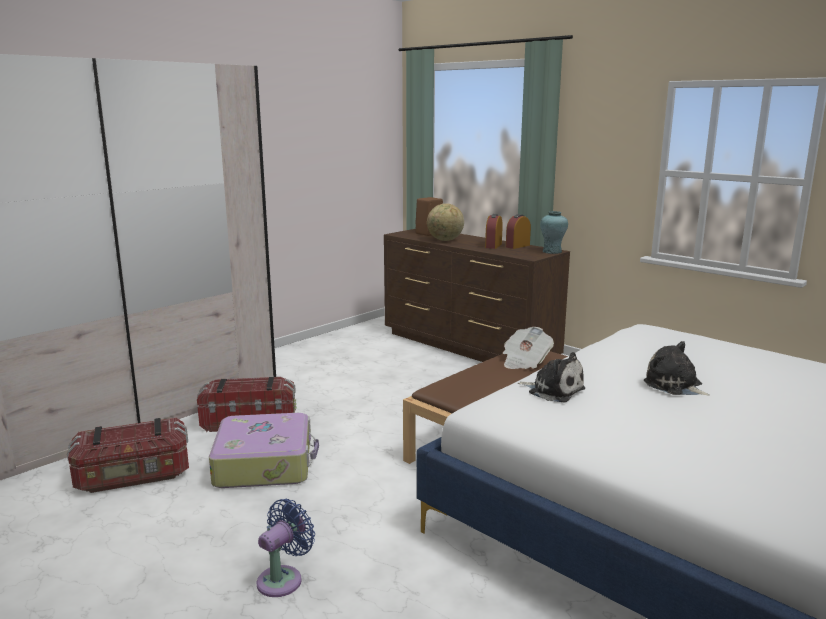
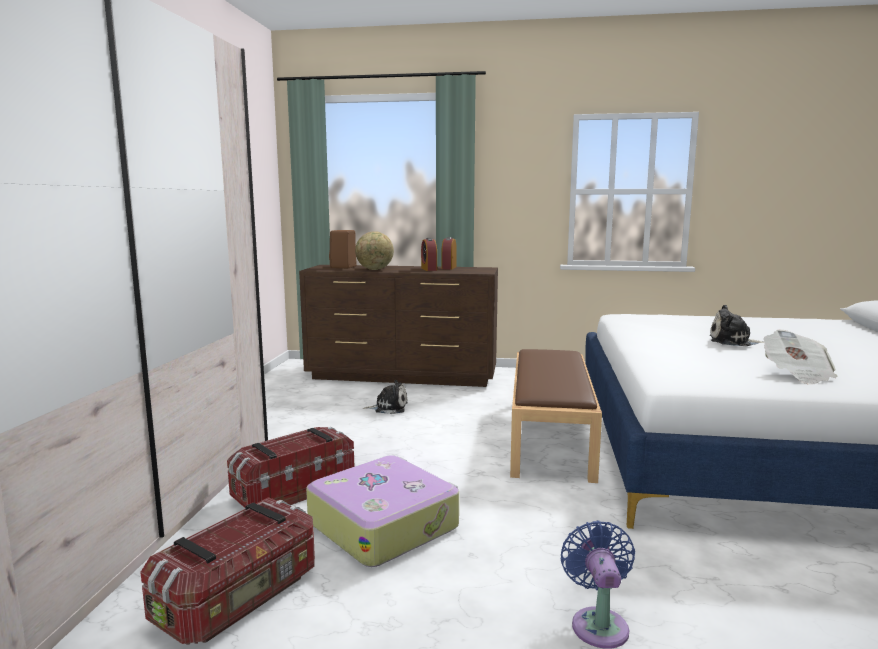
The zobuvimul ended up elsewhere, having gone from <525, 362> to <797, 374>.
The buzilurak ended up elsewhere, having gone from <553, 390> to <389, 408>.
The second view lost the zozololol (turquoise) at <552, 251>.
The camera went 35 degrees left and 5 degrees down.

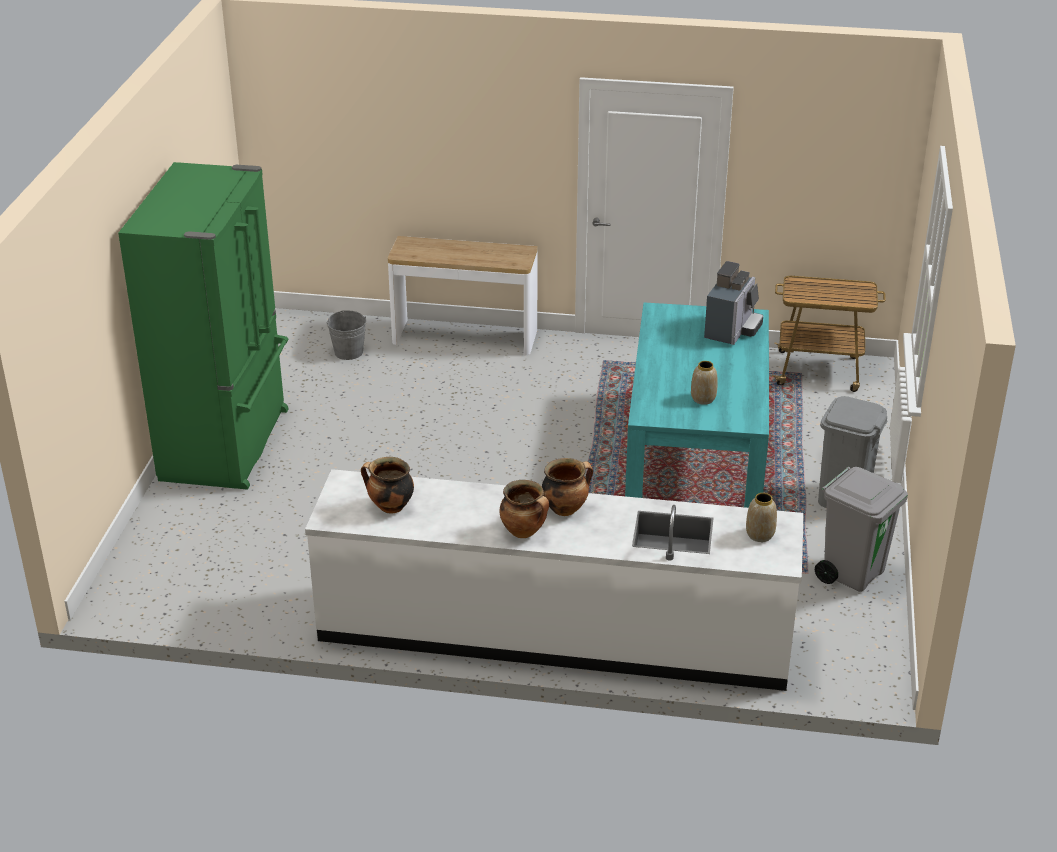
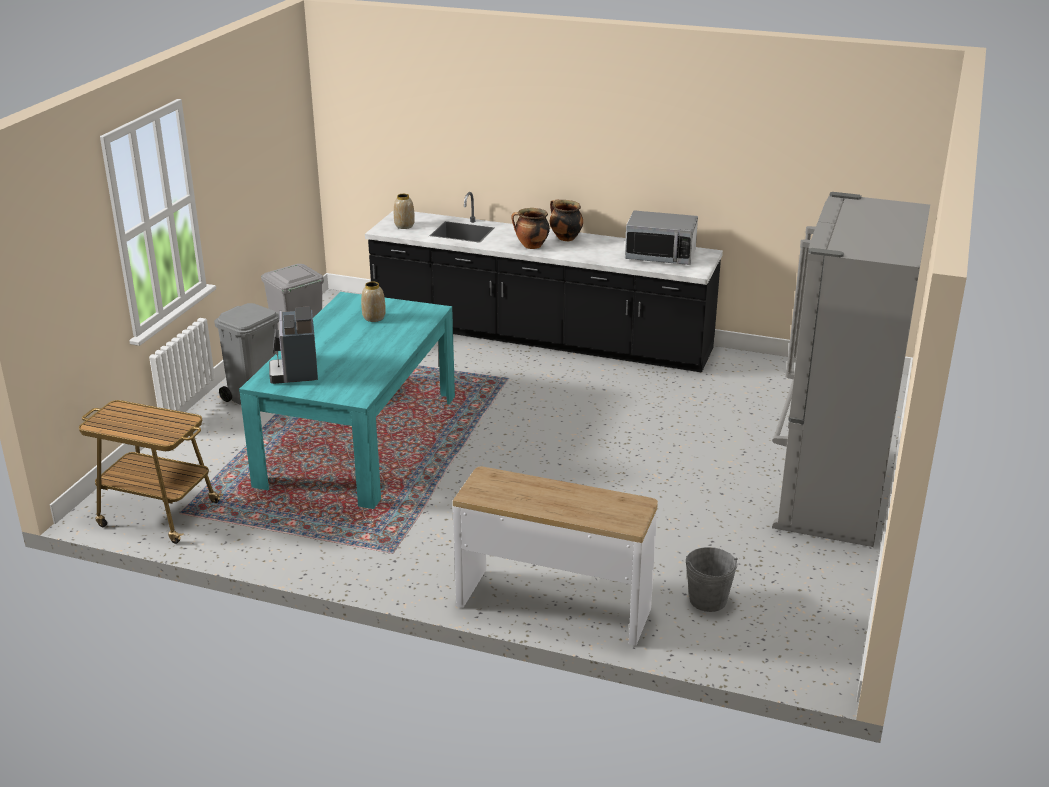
What was the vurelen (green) at <228, 444> turned into the vurelen (grey) at <828, 496>.
What was the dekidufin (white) at <554, 633> turned into the dekidufin (black) at <540, 337>.
Where the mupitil stood at <390, 507>, the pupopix came to stand at <660, 256>.
The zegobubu at <732, 330> ended up facing another way, 45 degrees counterclockwise from before.
The camera went 170 degrees left and 5 degrees down.

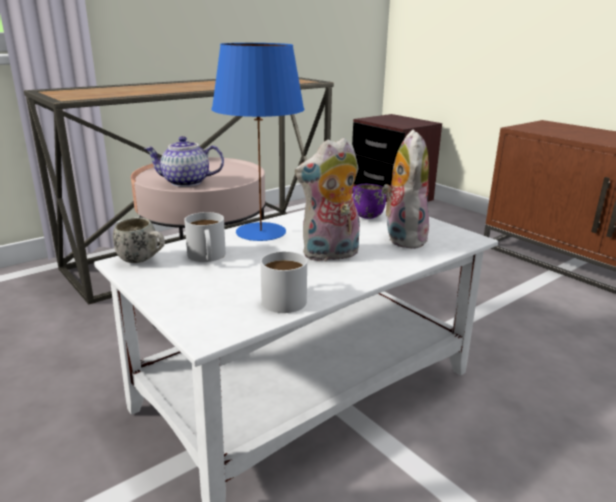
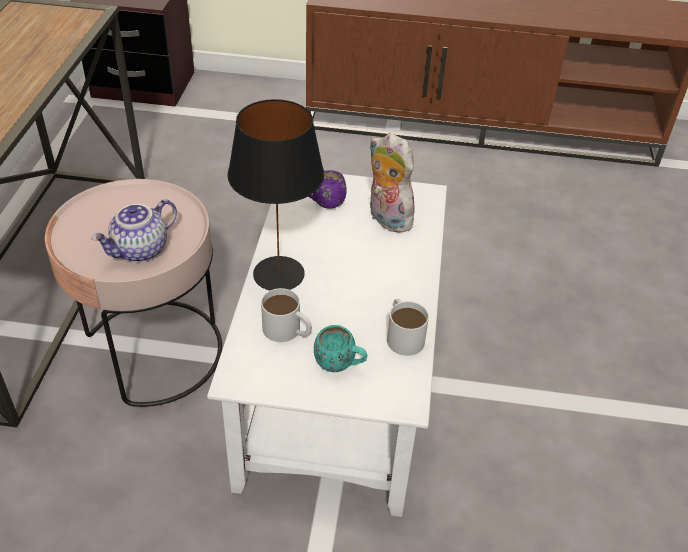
The second view lost the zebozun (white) at <143, 261>.
What was the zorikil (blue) at <261, 231> turned into the zorikil (black) at <278, 273>.
The second view lost the buzilurak at <330, 255>.
The second view gained the zebozun (turquoise) at <340, 365>.
The camera went 45 degrees left and 20 degrees up.

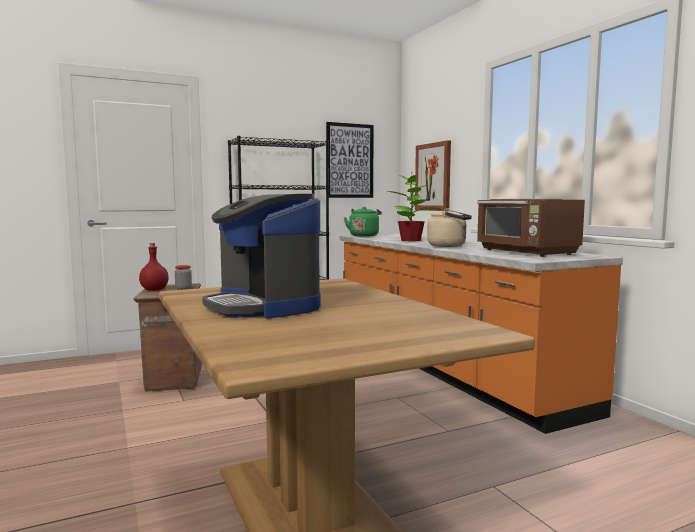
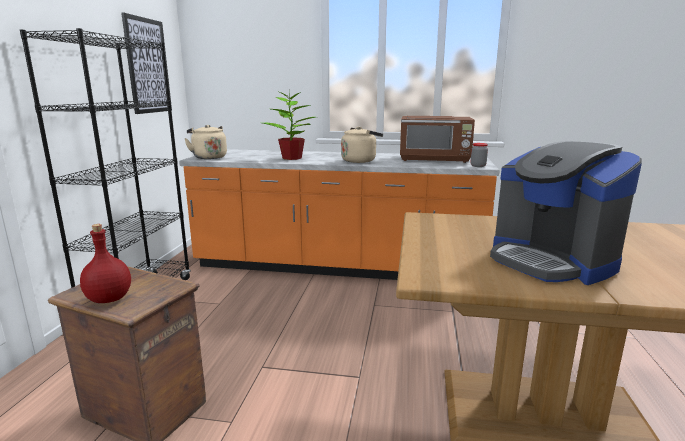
The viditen ended up elsewhere, having gone from <183, 289> to <478, 166>.
The zegobubu at <264, 306> ended up facing another way, 60 degrees clockwise from before.
What was the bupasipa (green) at <364, 235> turned into the bupasipa (beige) at <208, 157>.
The second view lost the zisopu at <433, 177>.
The camera went 55 degrees left and 10 degrees up.

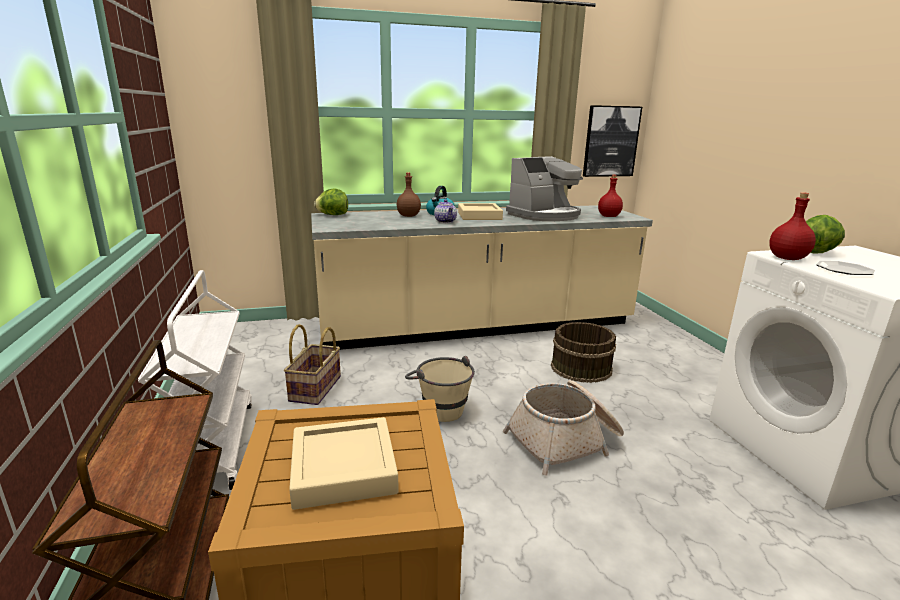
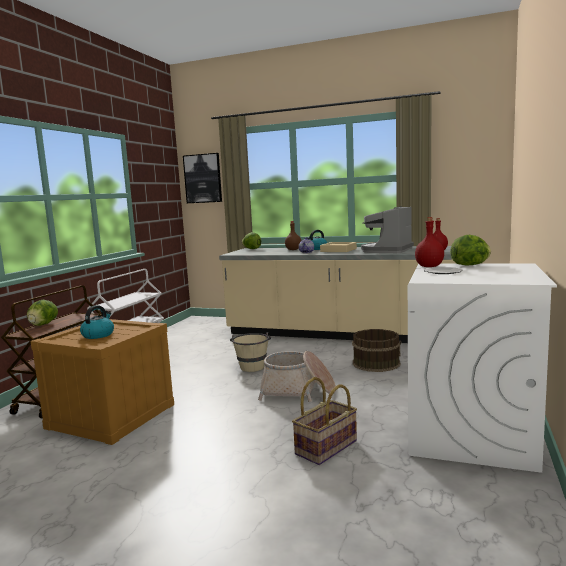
The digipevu ended up elsewhere, having gone from <316, 389> to <327, 448>.
Where the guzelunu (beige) stood at <343, 469>, the bupasipa came to stand at <98, 335>.
The zegobubu at <544, 215> ended up facing another way, 120 degrees clockwise from before.
The zisopu ended up elsewhere, having gone from <610, 141> to <203, 178>.
The second view gained the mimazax at <43, 324>.
The camera went 35 degrees right and 10 degrees down.

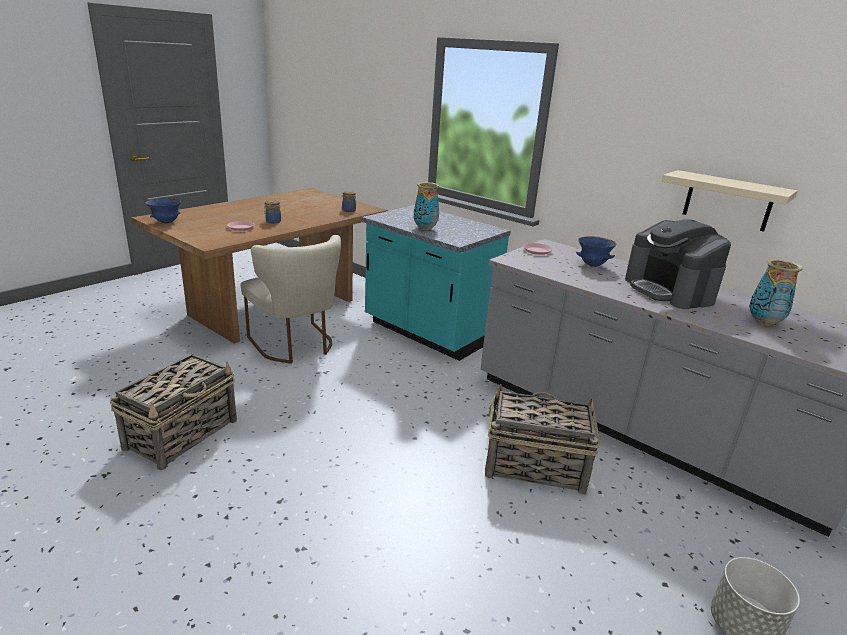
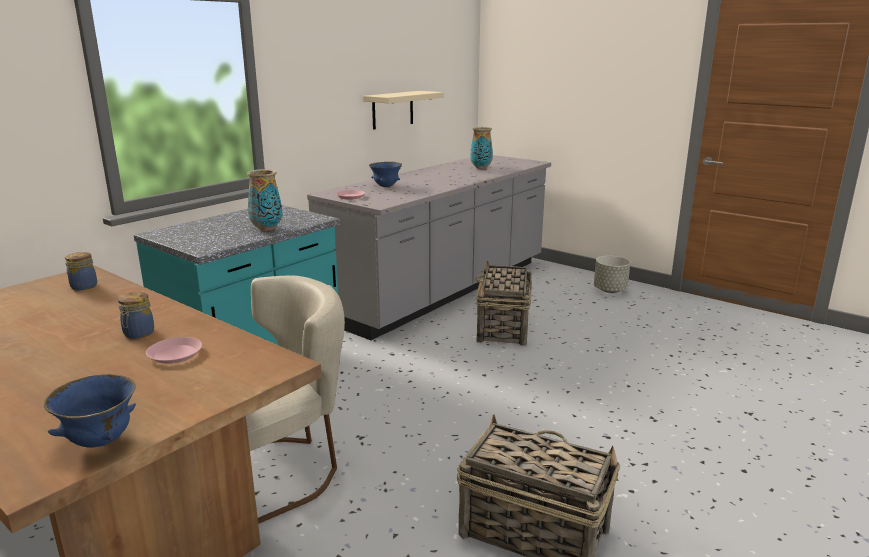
The second view lost the zegobubu at <669, 290>.
The camera went 90 degrees left and 5 degrees down.

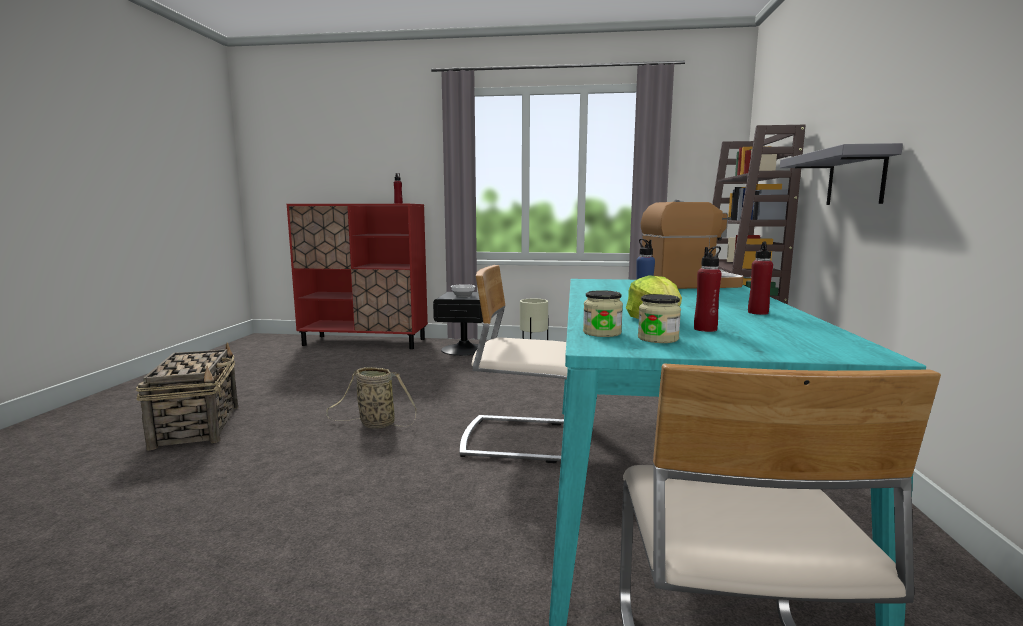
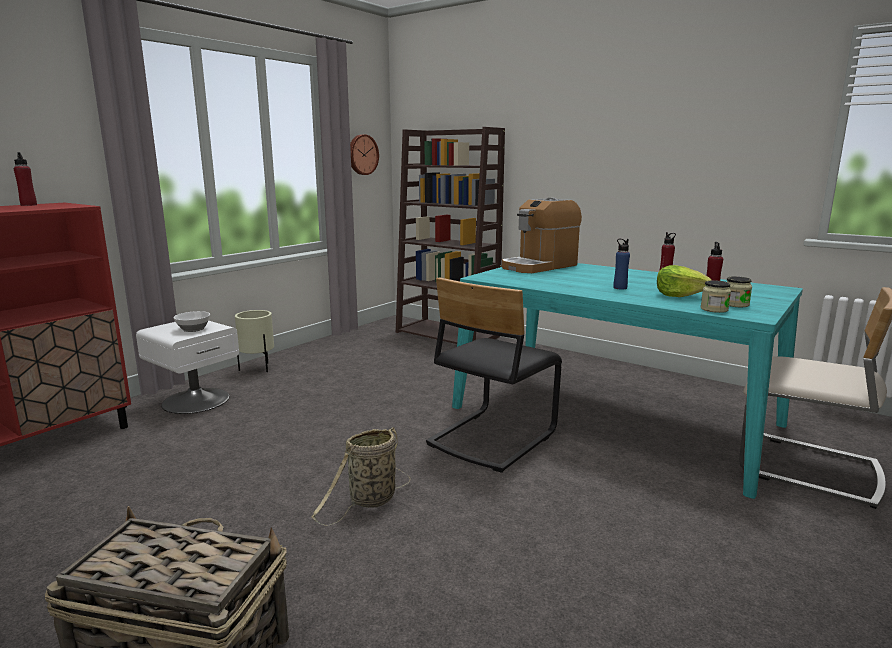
What was the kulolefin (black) at <464, 349> turned into the kulolefin (white) at <195, 400>.
What was the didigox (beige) at <522, 439> turned into the didigox (black) at <491, 438>.
The zegobubu at <689, 284> ended up facing another way, 150 degrees counterclockwise from before.
The second view lost the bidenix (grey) at <855, 178>.
The second view gained the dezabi at <362, 154>.
The camera went 60 degrees left and 5 degrees up.

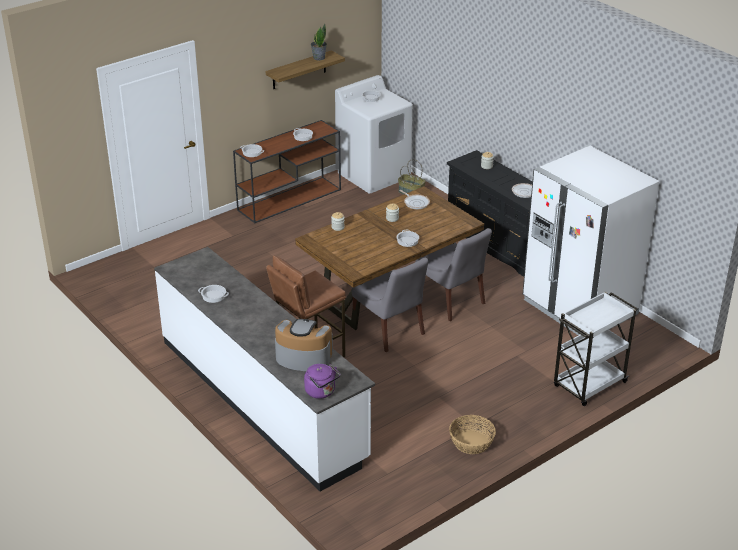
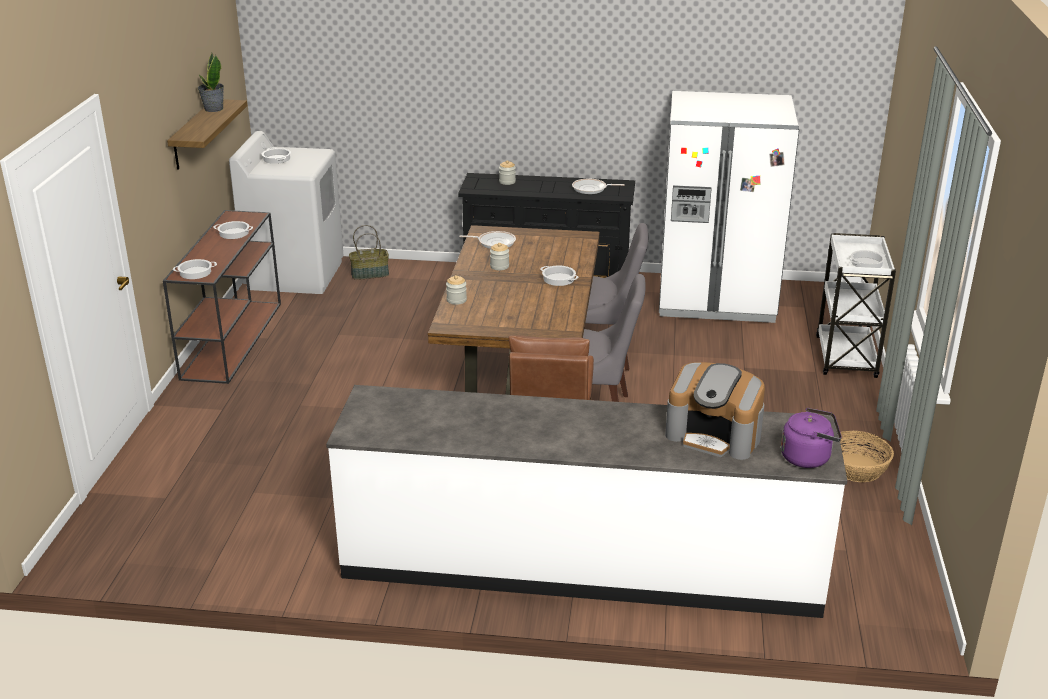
The mupitil ended up elsewhere, having gone from <214, 296> to <866, 263>.
The zegobubu at <303, 357> ended up facing another way, 120 degrees counterclockwise from before.
The camera went 45 degrees left and 5 degrees down.

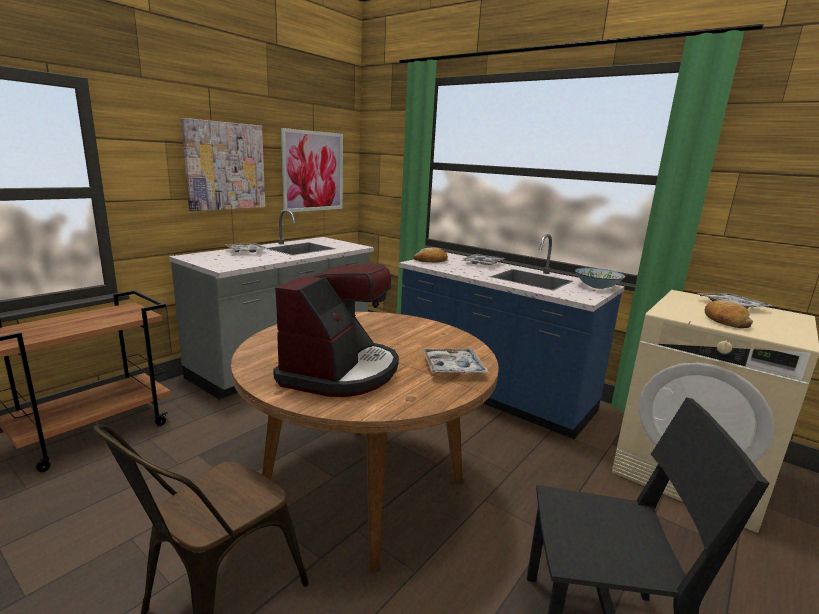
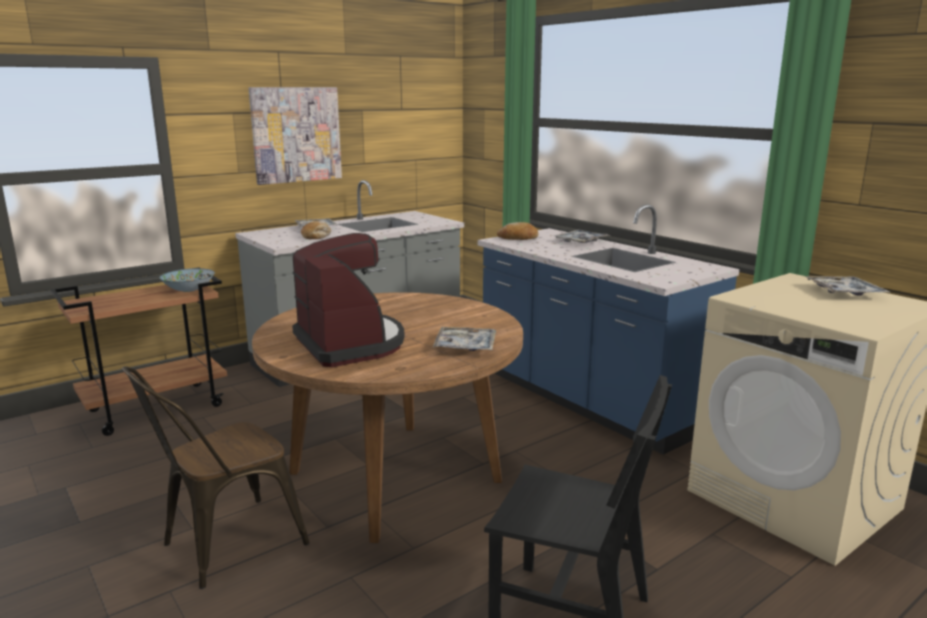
The zegobubu at <341, 371> ended up facing another way, 60 degrees counterclockwise from before.
The second view lost the zisopu at <313, 171>.
The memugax ended up elsewhere, having gone from <597, 287> to <189, 290>.
The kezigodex ended up elsewhere, having gone from <724, 321> to <317, 236>.
The camera went 15 degrees right and 0 degrees up.

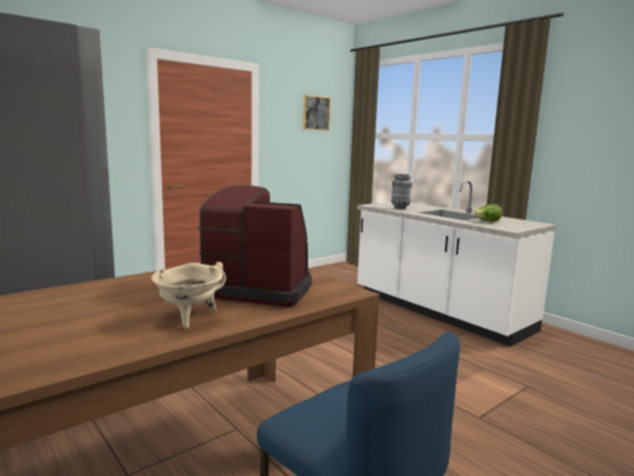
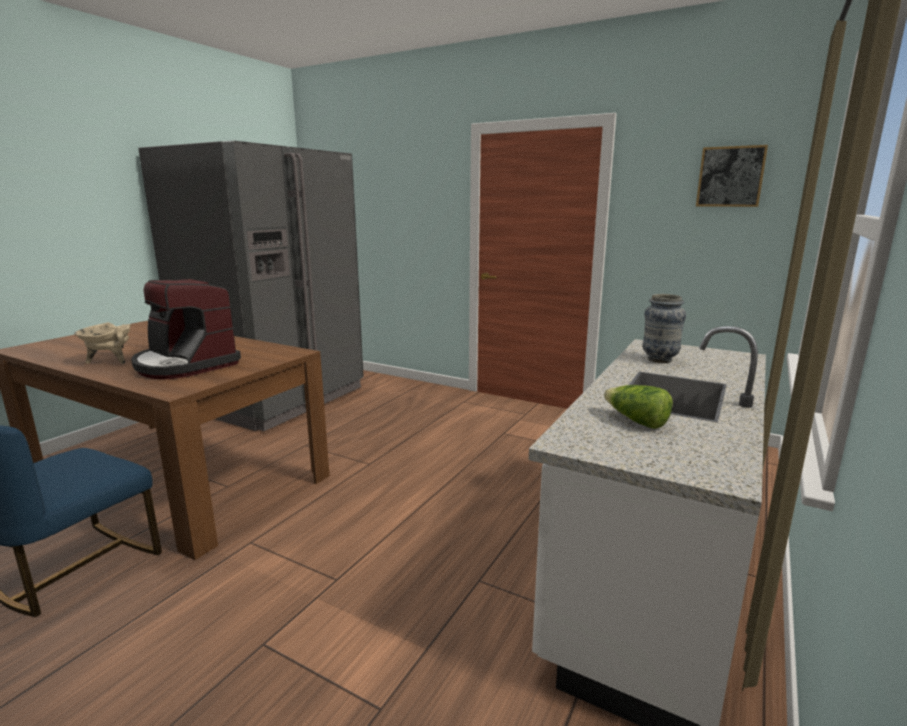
The zegobubu at <258, 289> ended up facing another way, 135 degrees clockwise from before.
The camera went 70 degrees right and 5 degrees up.

